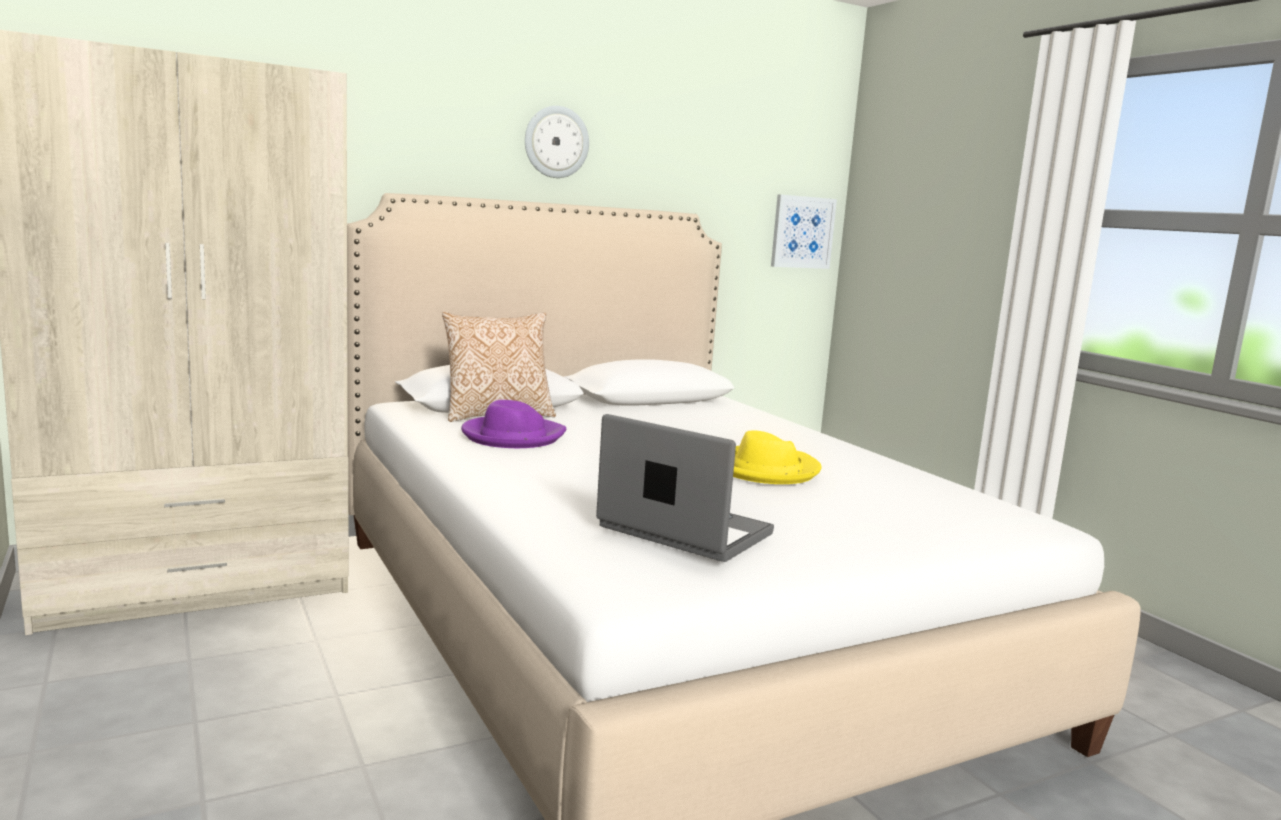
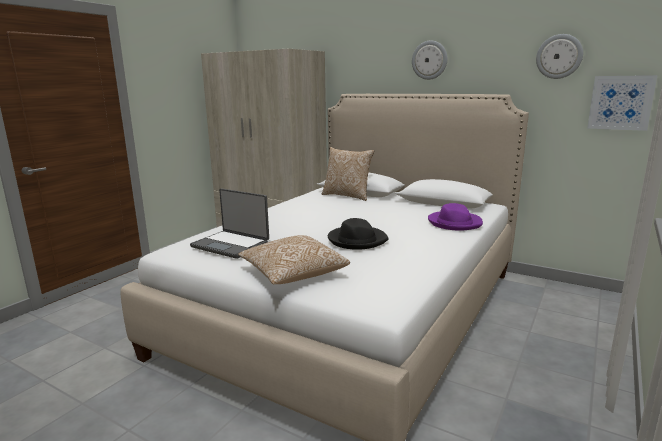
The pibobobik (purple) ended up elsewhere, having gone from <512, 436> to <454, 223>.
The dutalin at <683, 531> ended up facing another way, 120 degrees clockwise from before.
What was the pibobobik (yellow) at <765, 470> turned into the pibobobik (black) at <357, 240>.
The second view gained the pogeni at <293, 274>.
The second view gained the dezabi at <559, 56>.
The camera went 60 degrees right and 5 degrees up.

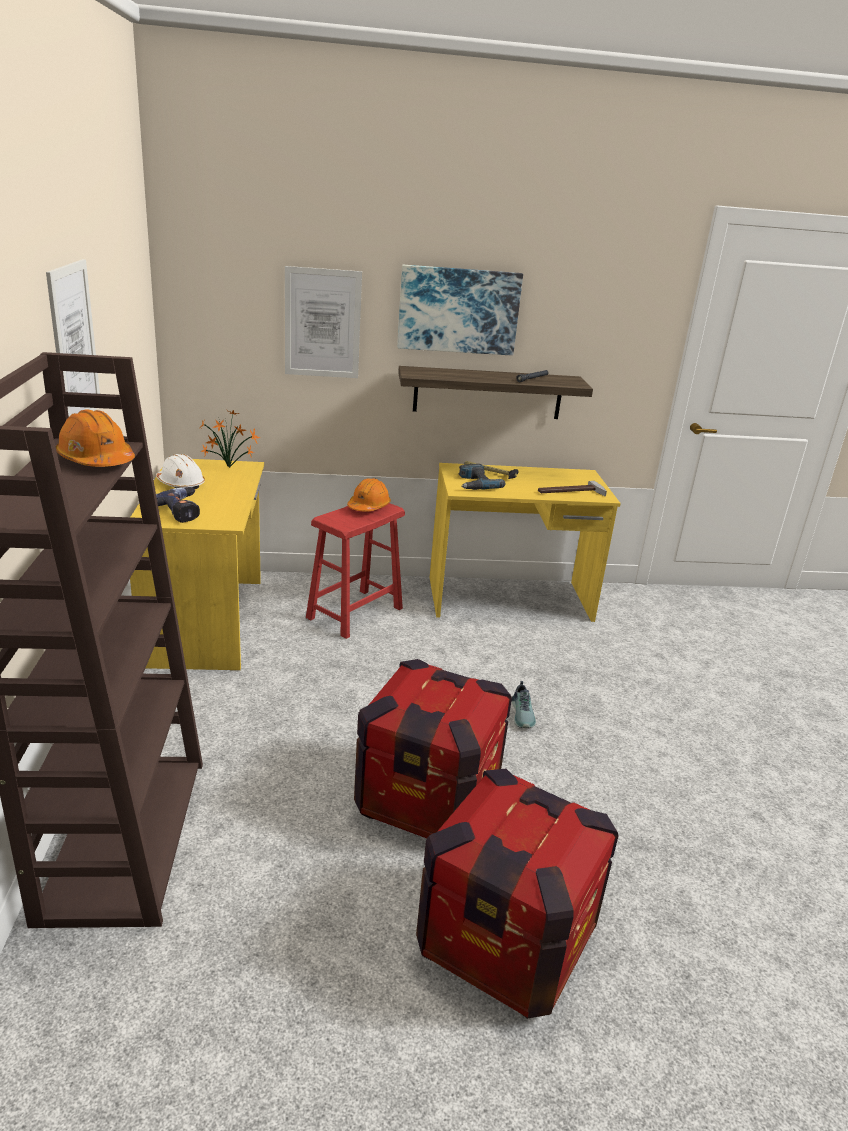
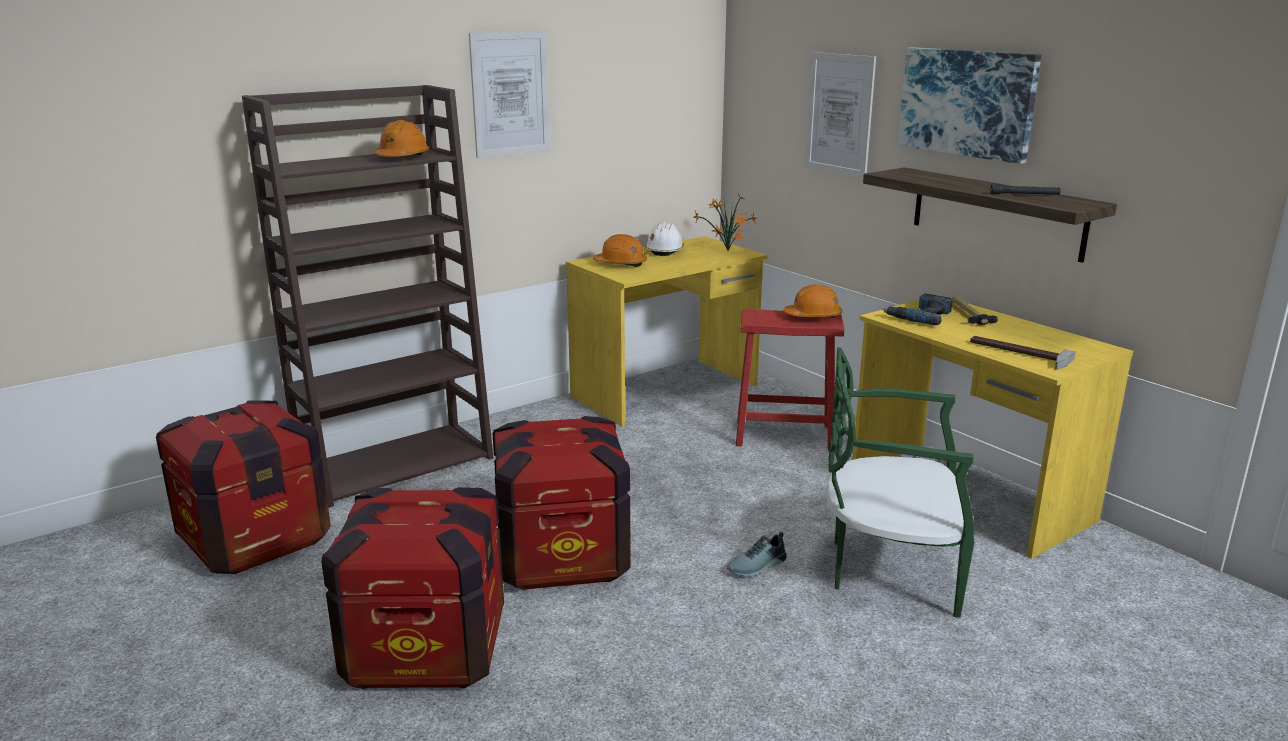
Where the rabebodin stood at <183, 511>, the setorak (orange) came to stand at <620, 264>.
The second view gained the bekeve at <255, 539>.
The second view gained the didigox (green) at <889, 569>.
The camera went 60 degrees right and 5 degrees down.

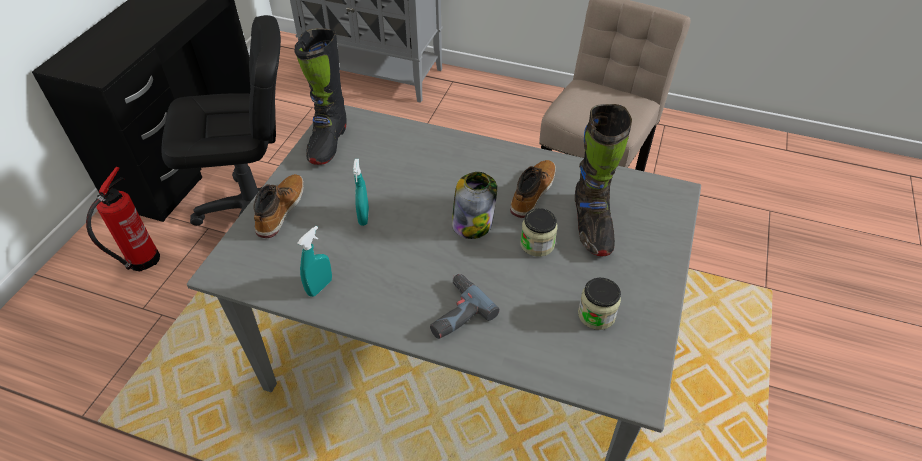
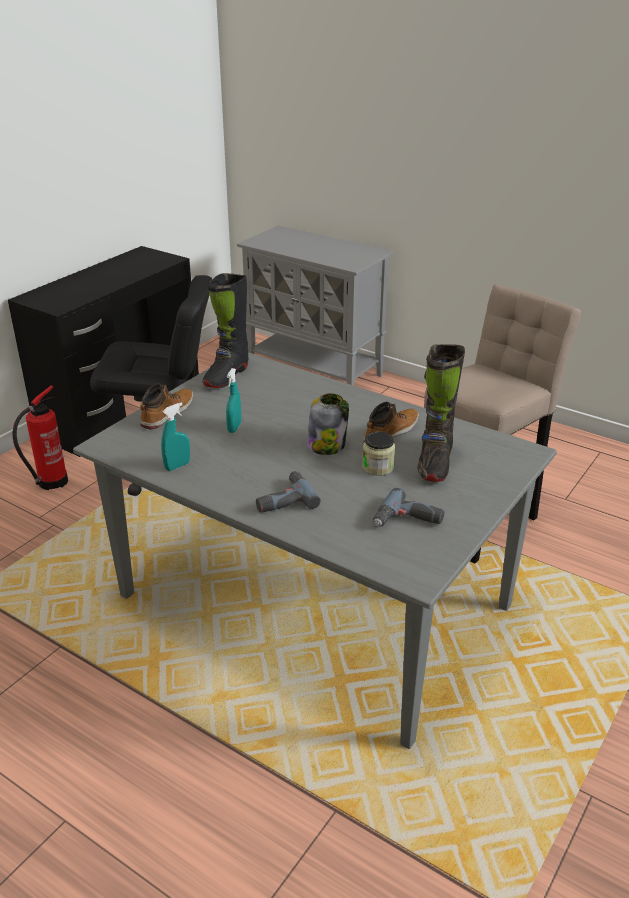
Where the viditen stood at <596, 315>, the rabebodin came to stand at <408, 521>.
The camera went 15 degrees right and 15 degrees down.

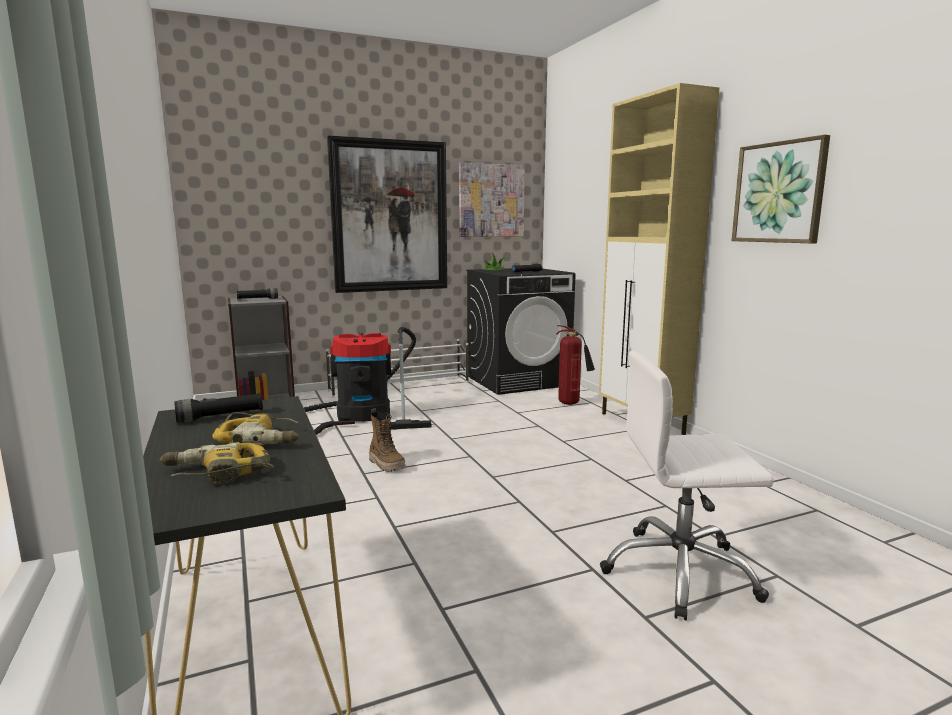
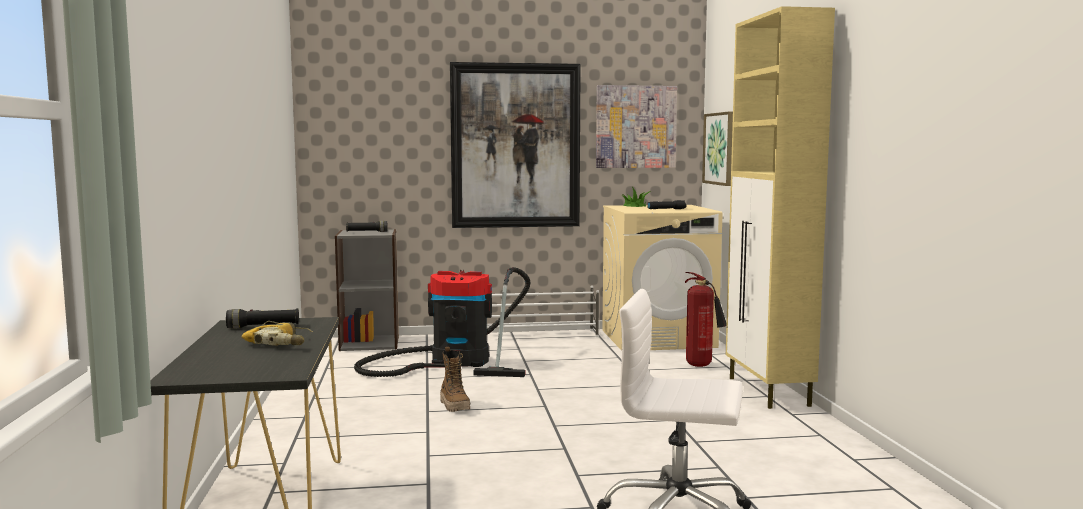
The second view lost the rabebodin at <217, 474>.
What was the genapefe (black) at <518, 381> turned into the genapefe (beige) at <658, 338>.
The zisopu ended up elsewhere, having gone from <779, 192> to <720, 148>.
The camera went 15 degrees right and 5 degrees down.

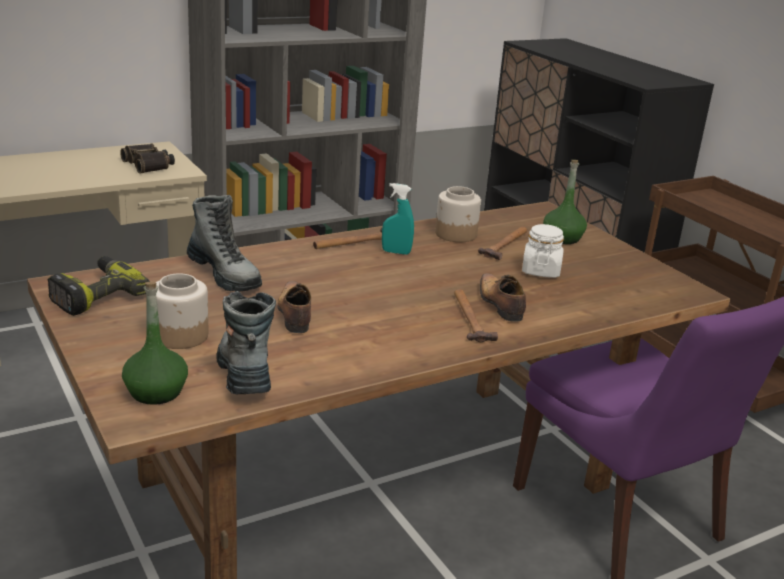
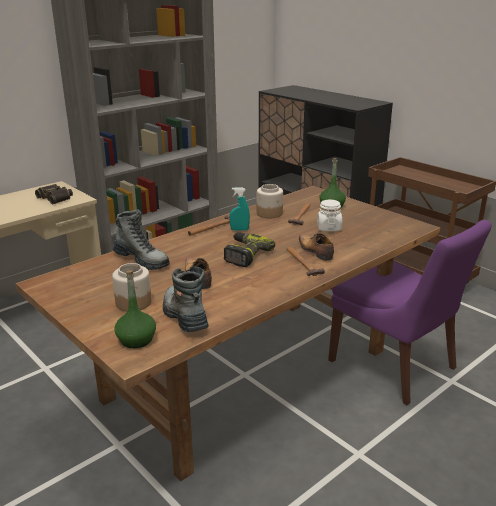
The rabebodin ended up elsewhere, having gone from <96, 295> to <244, 255>.
The camera went 10 degrees left and 0 degrees up.

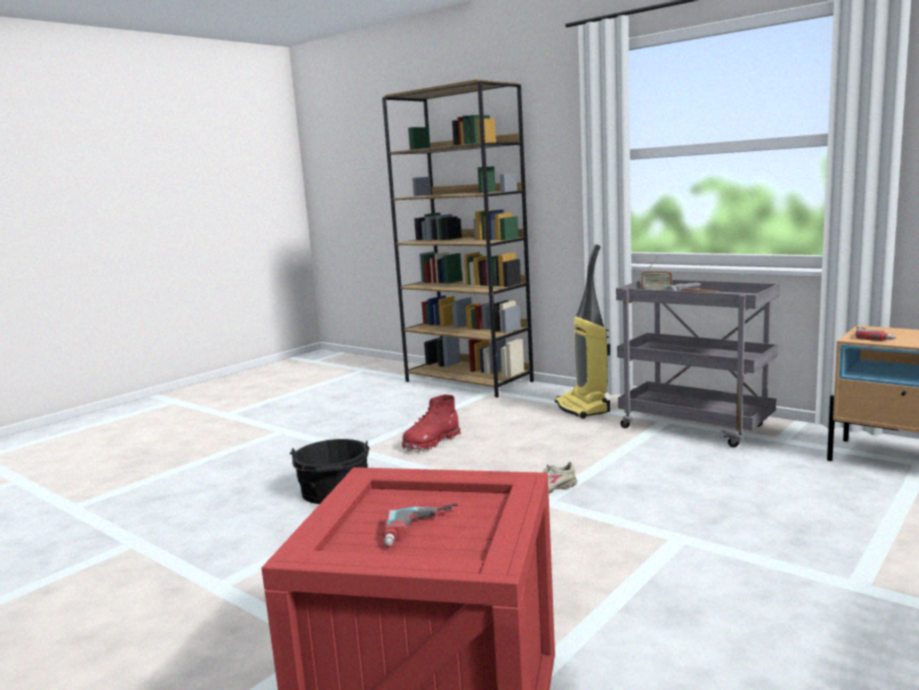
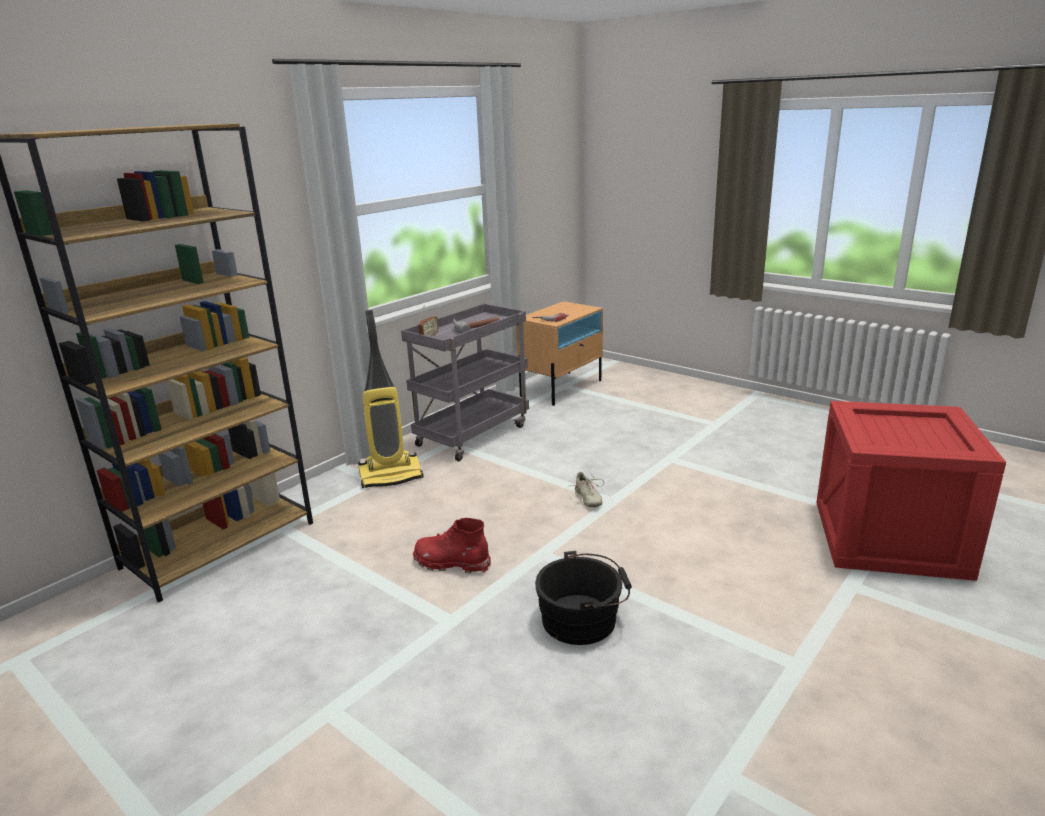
The second view lost the rabebodin at <422, 530>.
The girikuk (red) at <431, 443> ended up facing another way, 150 degrees clockwise from before.
The camera went 90 degrees left and 10 degrees up.

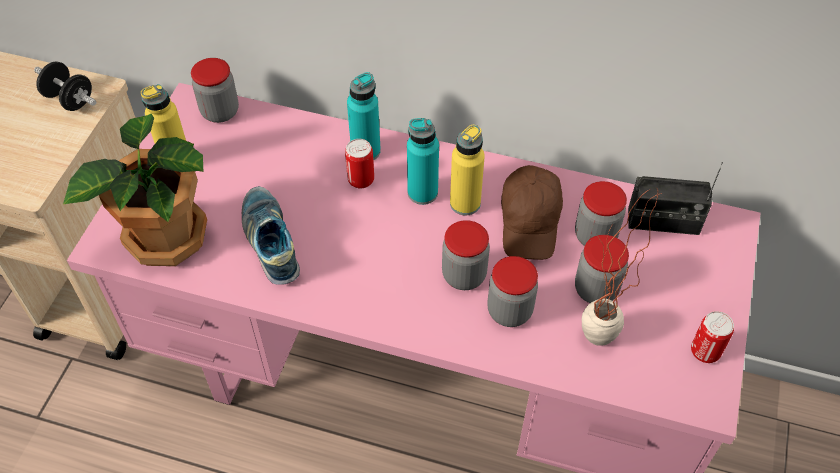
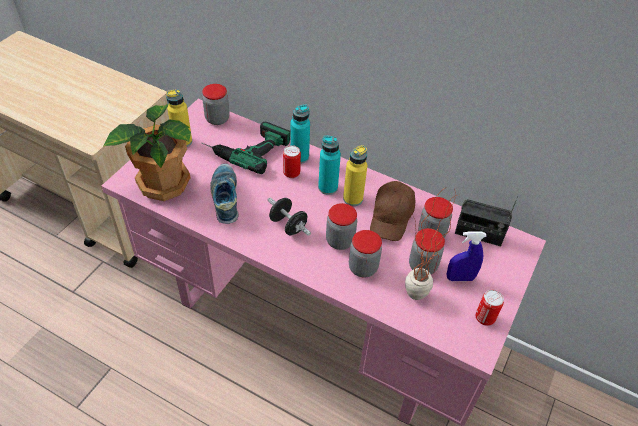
The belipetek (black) ended up elsewhere, having gone from <70, 99> to <288, 225>.
The second view gained the rabebodin at <245, 147>.
The second view gained the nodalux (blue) at <460, 278>.
The camera went 10 degrees right and 5 degrees down.

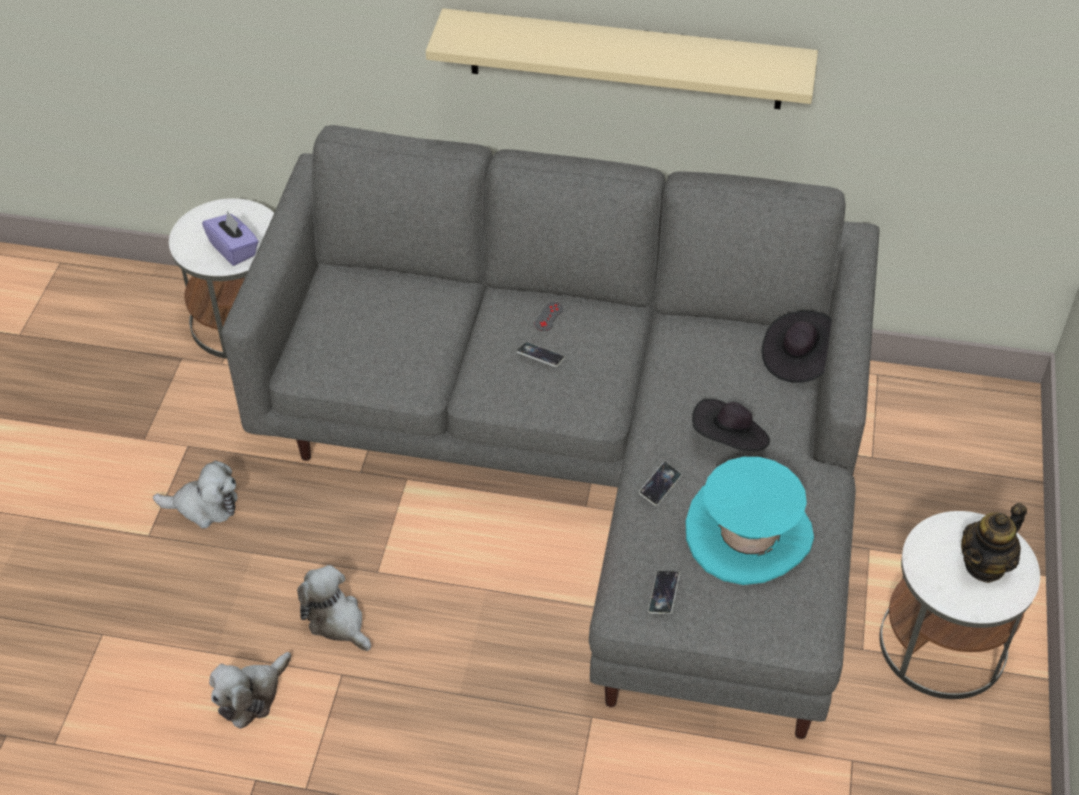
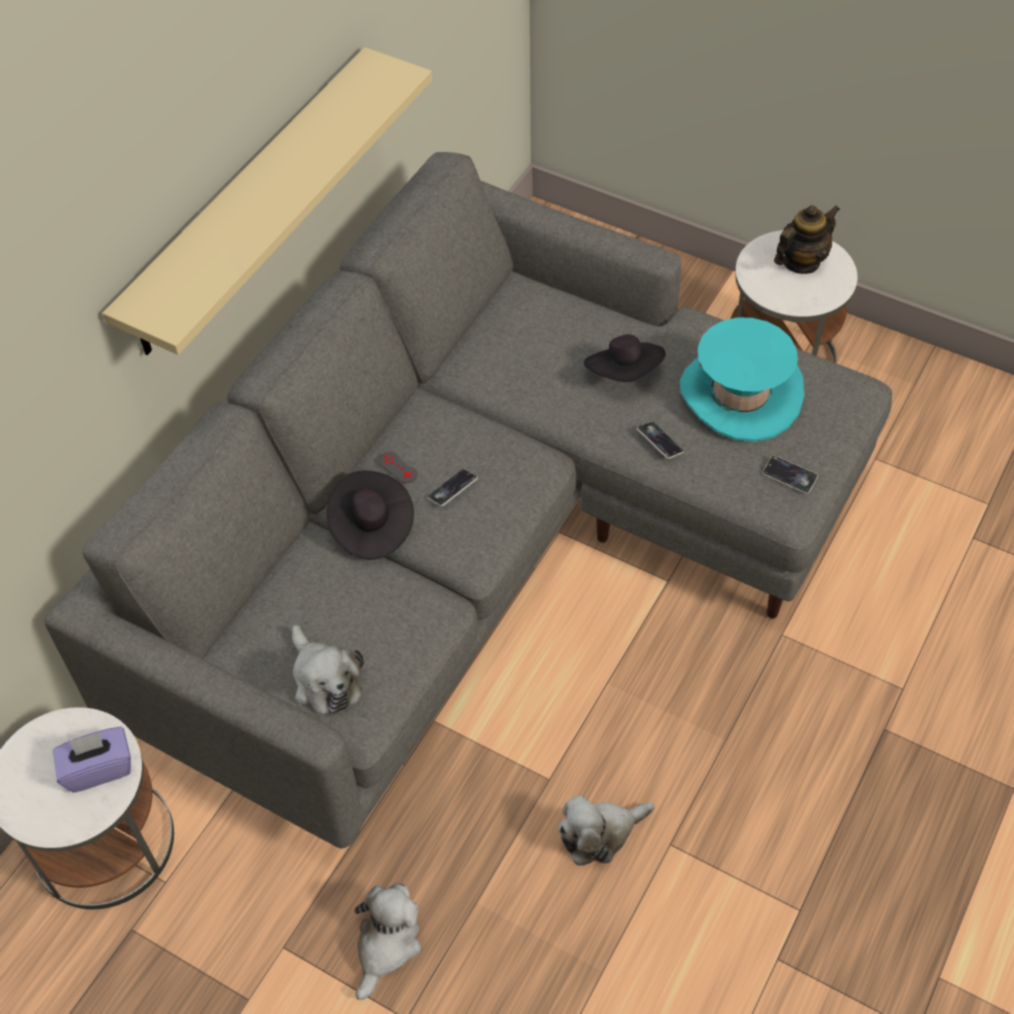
The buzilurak ended up elsewhere, having gone from <251, 696> to <324, 679>.
The pibobobik (black) ended up elsewhere, having gone from <798, 359> to <371, 527>.
The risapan at <985, 565> ended up facing another way, 105 degrees counterclockwise from before.
The camera went 70 degrees left and 5 degrees up.

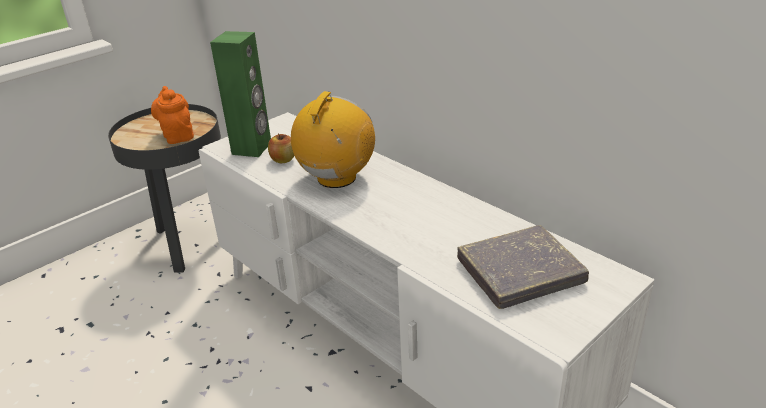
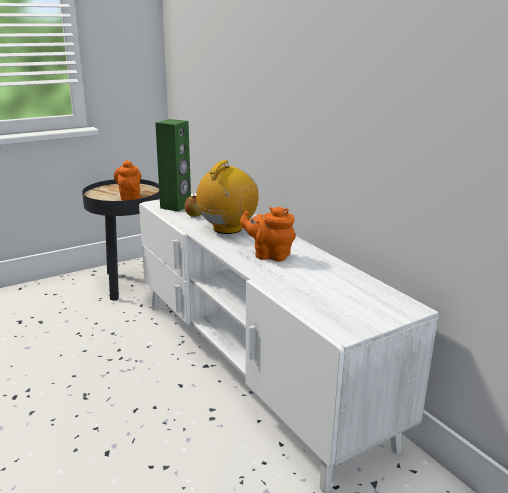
The second view lost the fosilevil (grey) at <520, 272>.
The second view gained the risapan (orange) at <269, 255>.
The camera went 10 degrees right and 10 degrees down.

